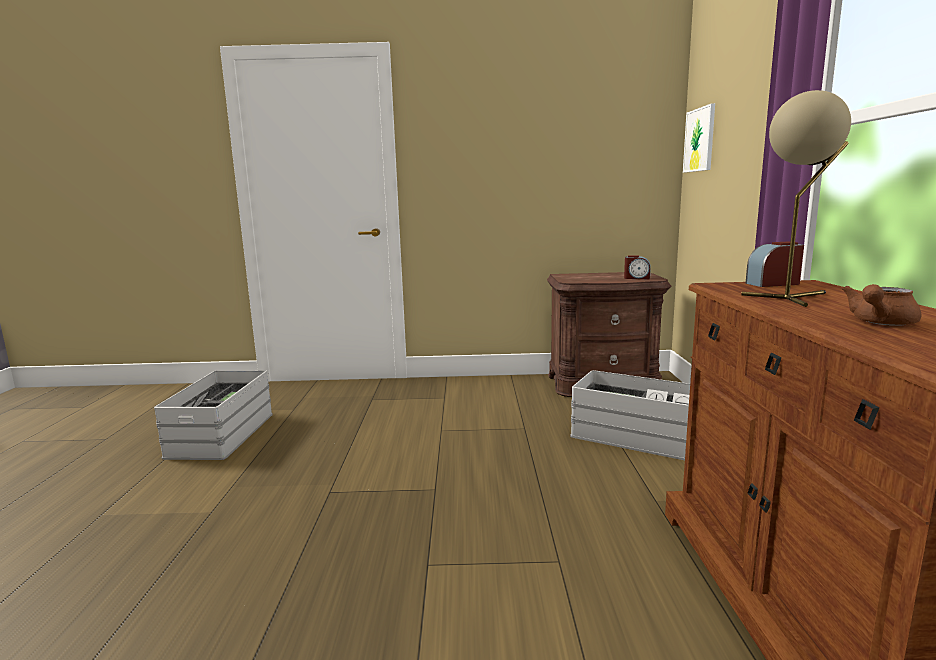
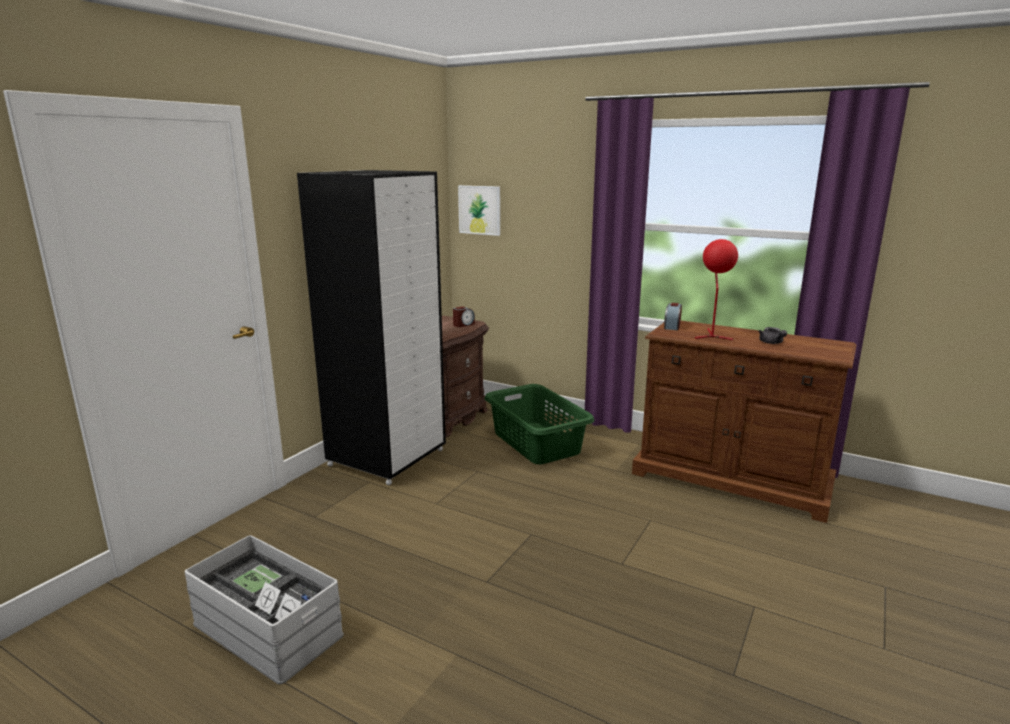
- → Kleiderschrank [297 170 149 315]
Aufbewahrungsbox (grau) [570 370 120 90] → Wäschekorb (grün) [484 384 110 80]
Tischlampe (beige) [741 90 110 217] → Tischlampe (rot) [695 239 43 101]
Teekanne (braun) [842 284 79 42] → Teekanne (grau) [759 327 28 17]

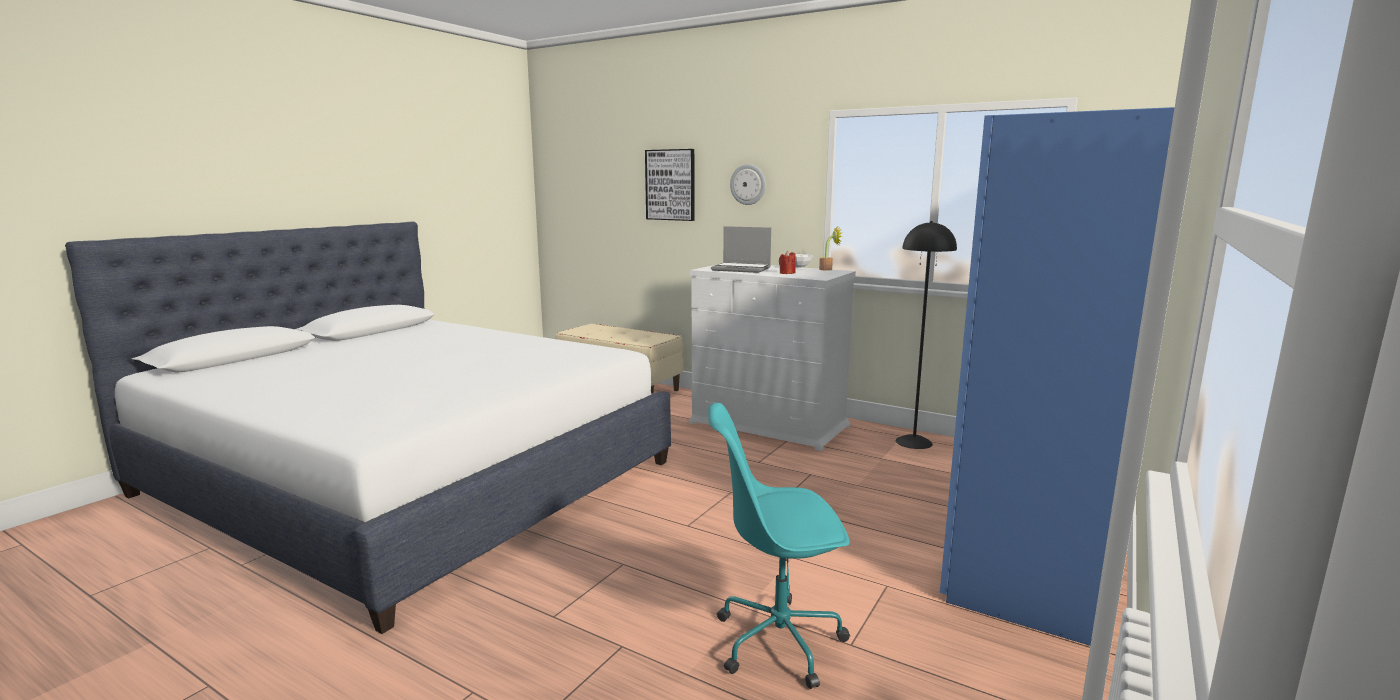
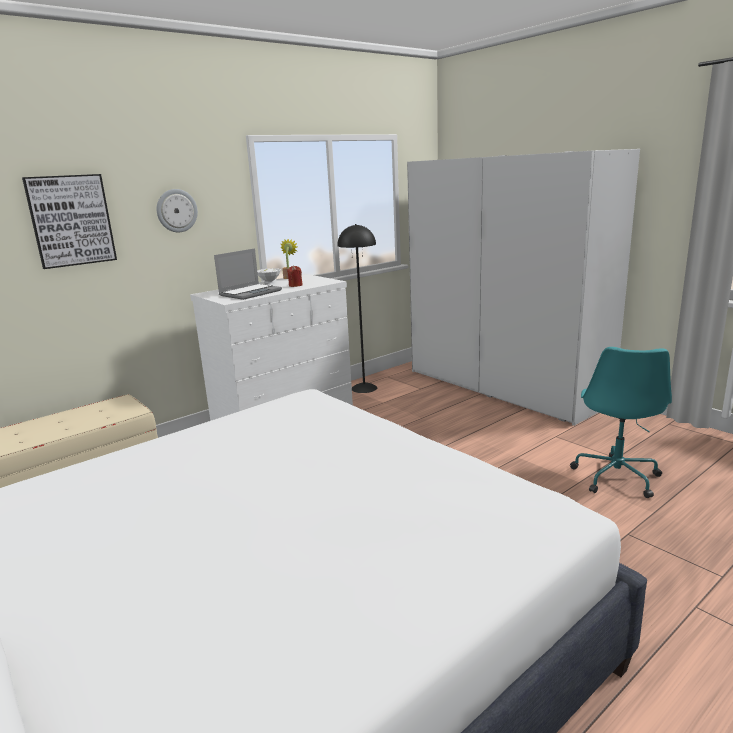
Kleiderschrank (blau) [940 107 235 539] → Kleiderschrank (weiß) [407 149 233 277]

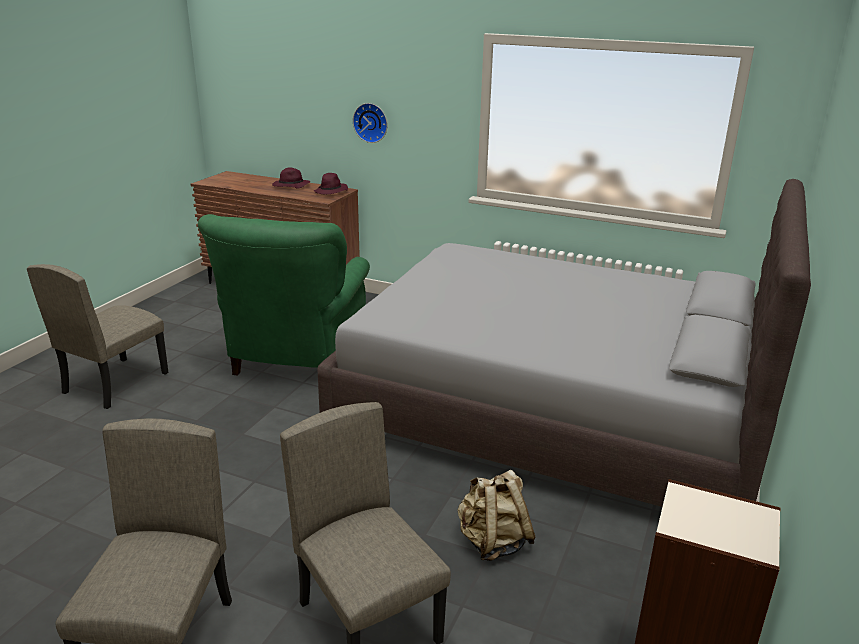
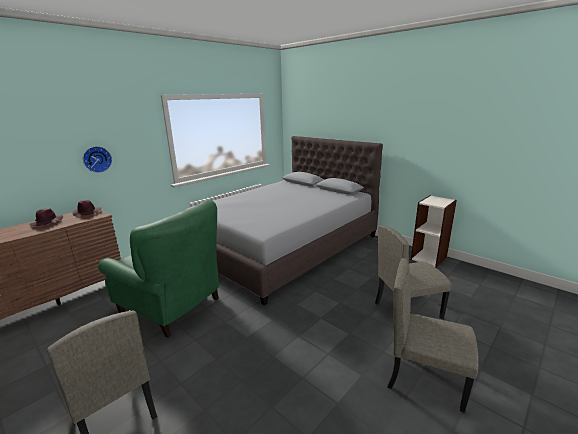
Rucksack (beige) [458 470 77 91] → -

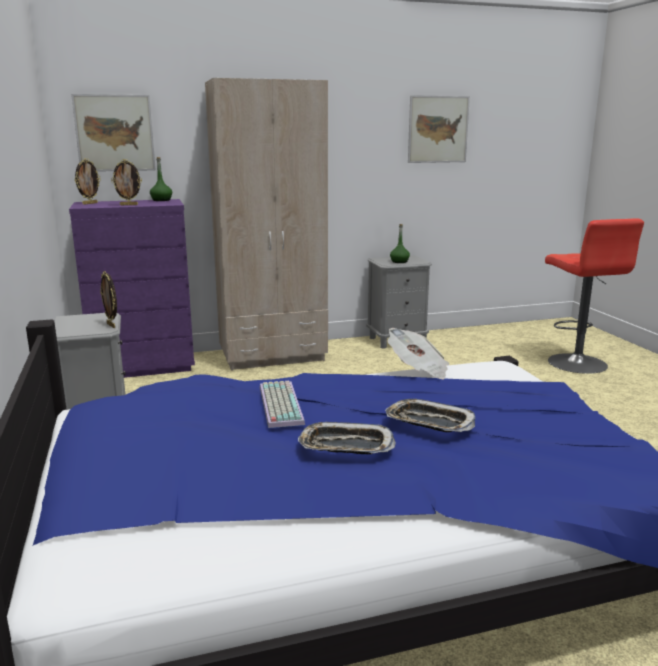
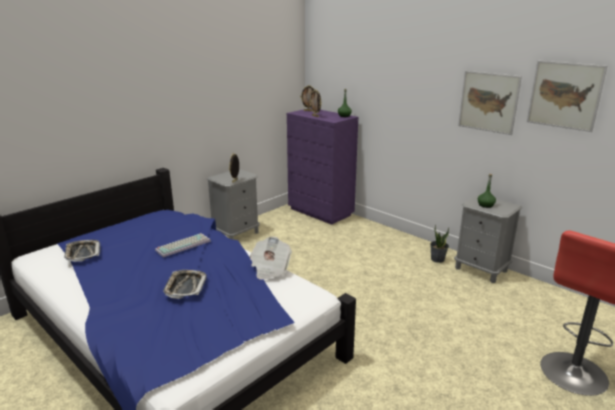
Kleiderschrank (beige) [205 78 123 293] → -
- → Topfpflanze [430 225 19 38]
Bild [71 94 85 78] → Bild [458 71 64 64], relocated
Tablett [298 422 98 32] → Tablett [64 240 36 22], relocated

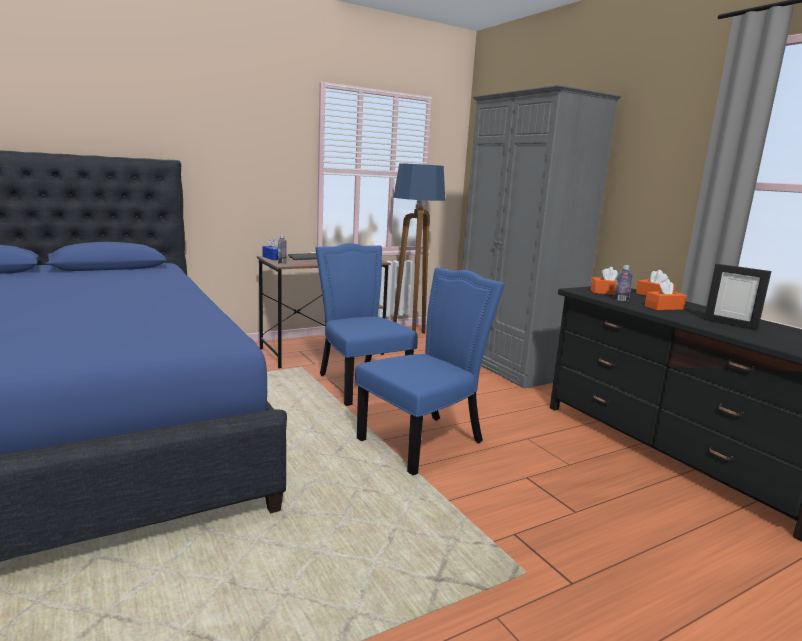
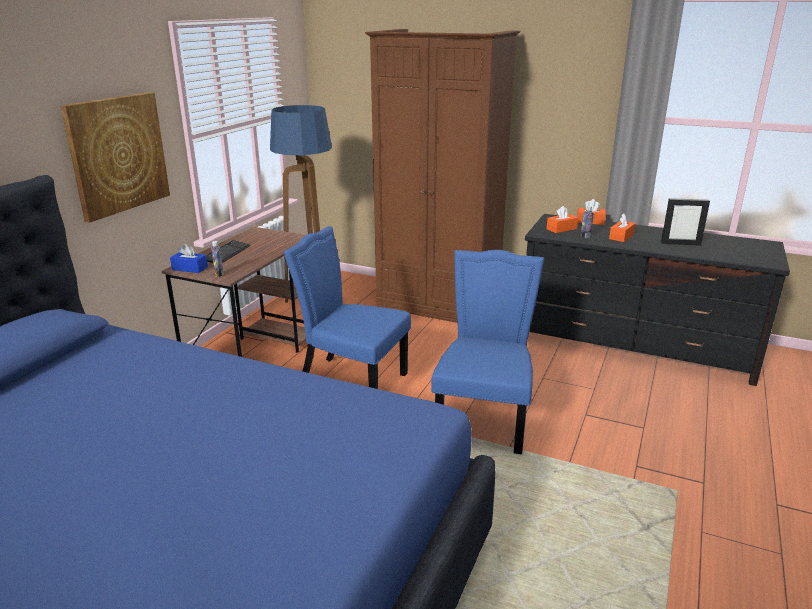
- → Bild [60 92 110 131]
Kleiderschrank (grau) [462 85 159 303] → Kleiderschrank (braun) [365 29 155 294]

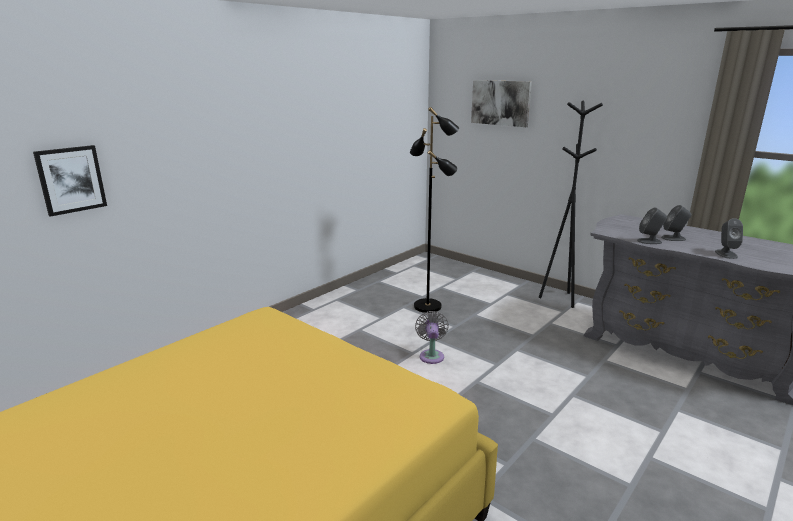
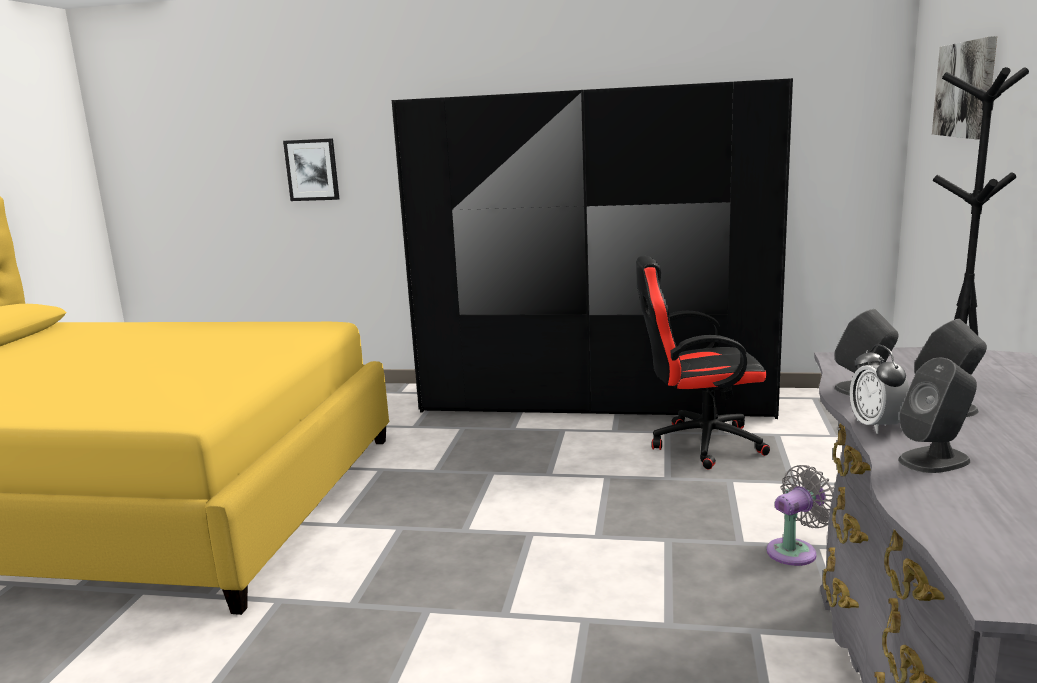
- → Kleiderschrank (schwarz) [392 78 401 341]
- → Wecker [850 344 59 90]
Ventilator (grau) [415 311 34 53] → Ventilator (grau) [767 465 67 101], relocated
Stehlampe (schwarz) [410 107 49 206] → Bürostuhl (schwarz) [636 255 134 214]

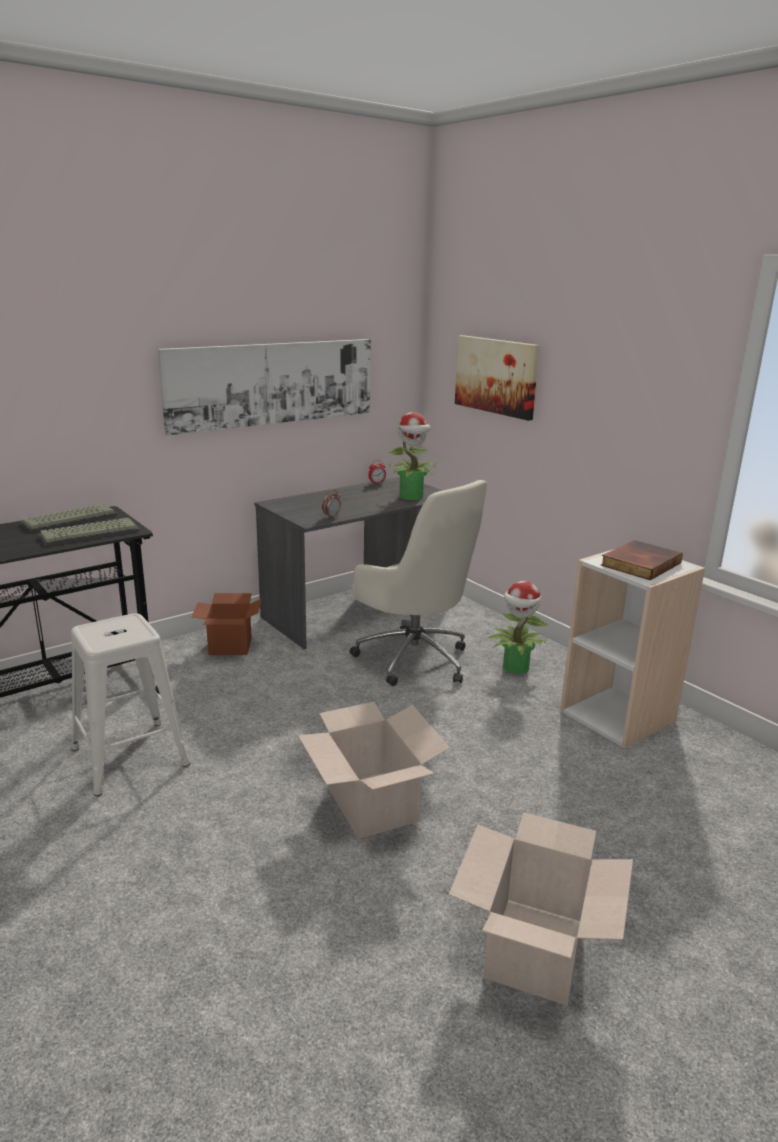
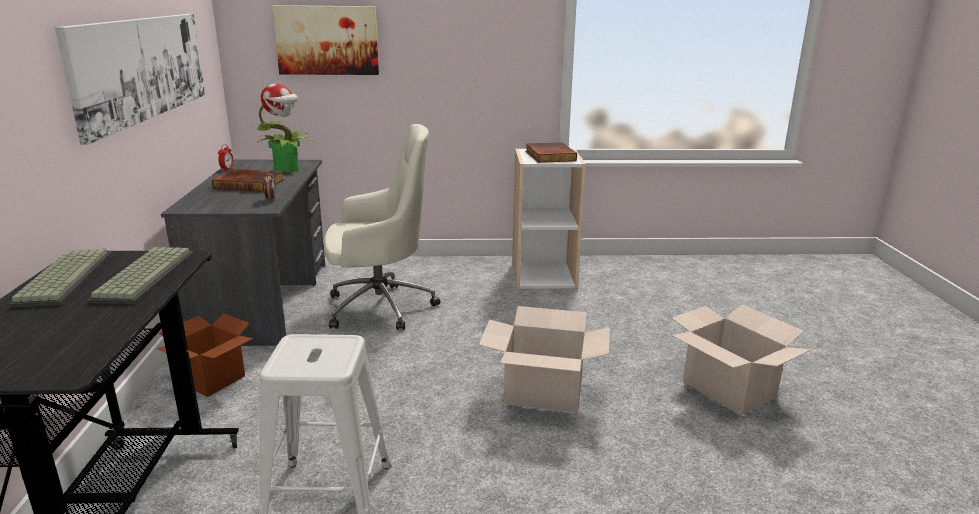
Topfpflanze [488 581 61 93] → -
- → Buch [212 169 72 23]

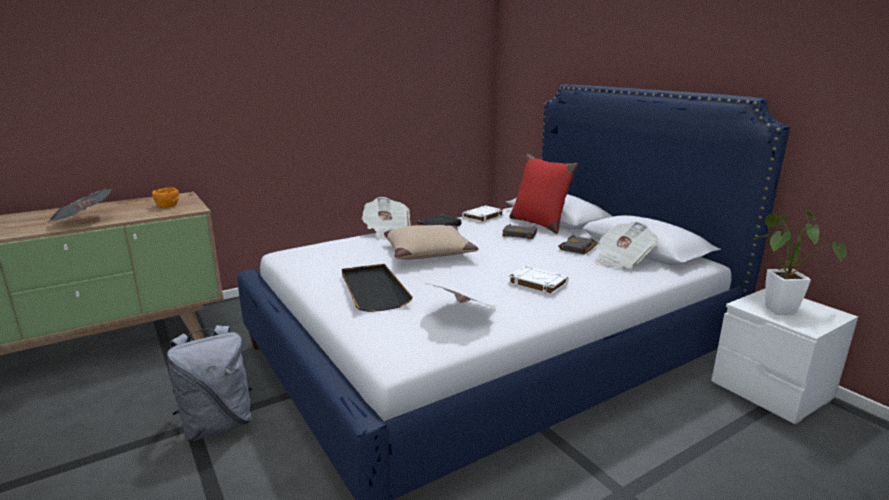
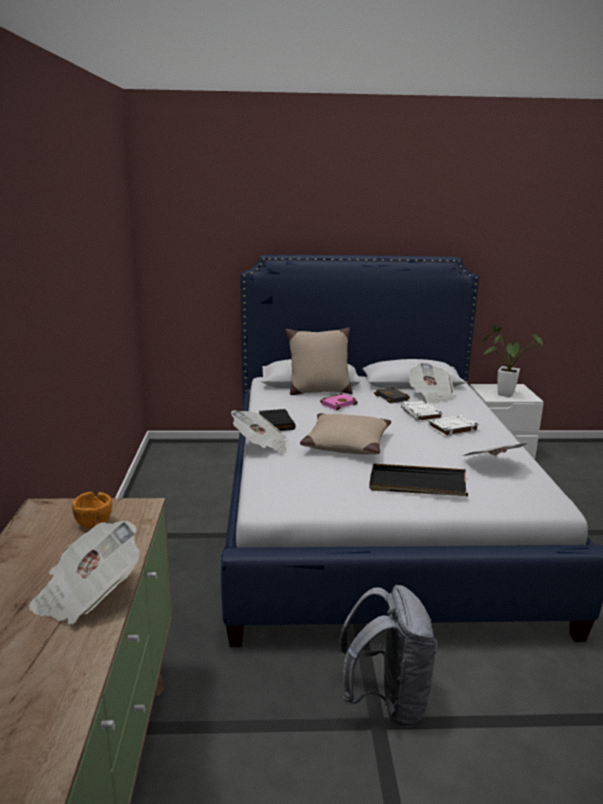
Buch (weiß) [462 206 42 17] → Buch (weiß) [401 401 42 21], relocated
Buch (schwarz) [502 224 35 16] → Buch (rosa) [320 393 38 17]
Kissen (rot) [510 154 68 80] → Kissen (beige) [285 327 68 68]

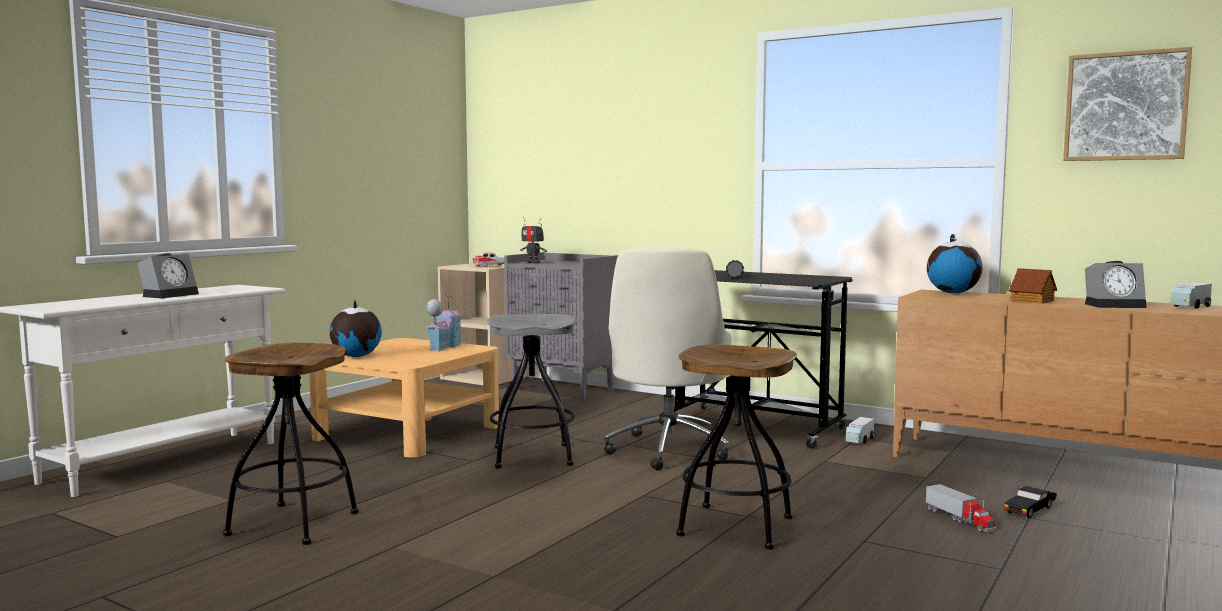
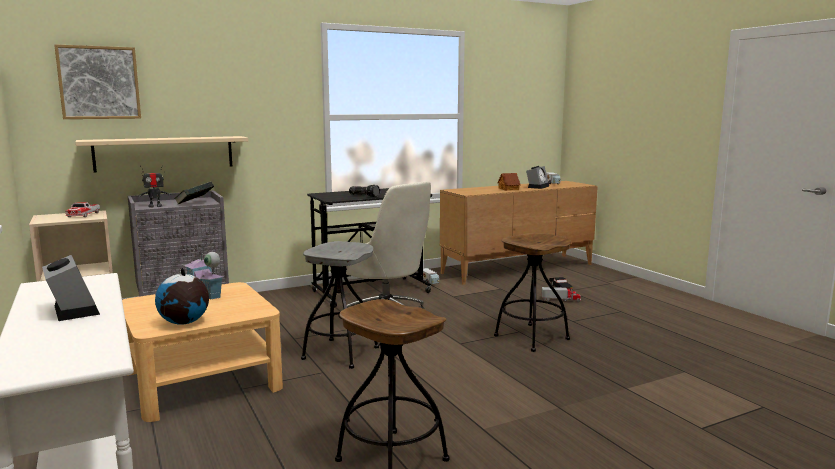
Globus [927 234 56 60] → -
- → Wandregal (beige) [76 136 172 37]
- → Buch [174 182 40 23]
Bild [1063 47 129 114] → Bild [54 44 87 75], relocated

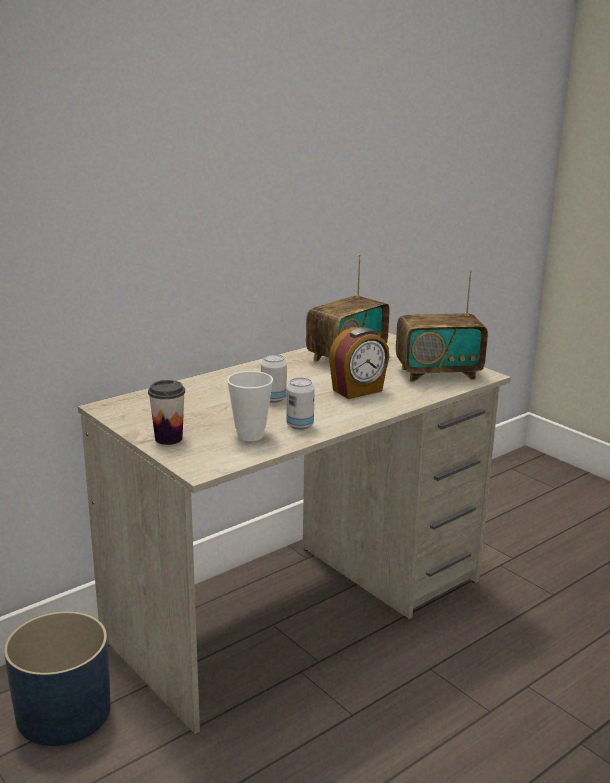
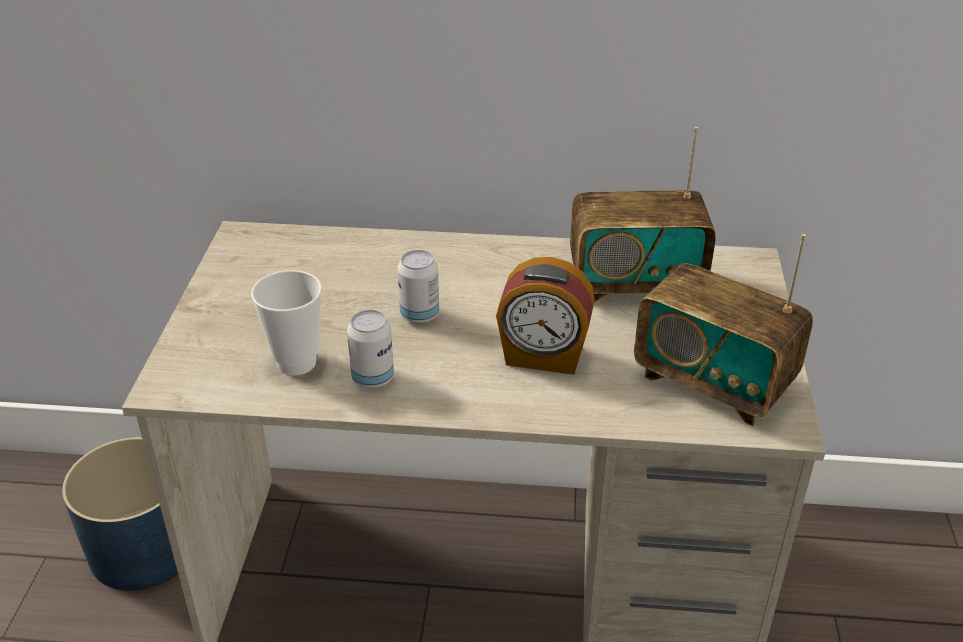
Tasse [148 380 37 65] → -

